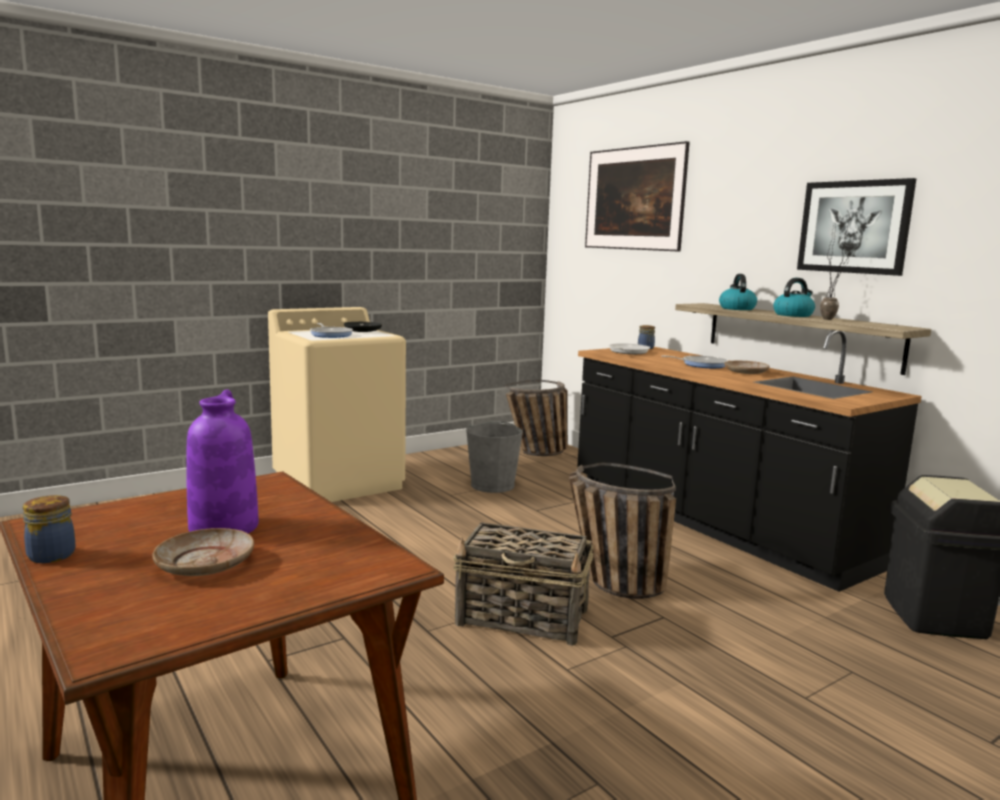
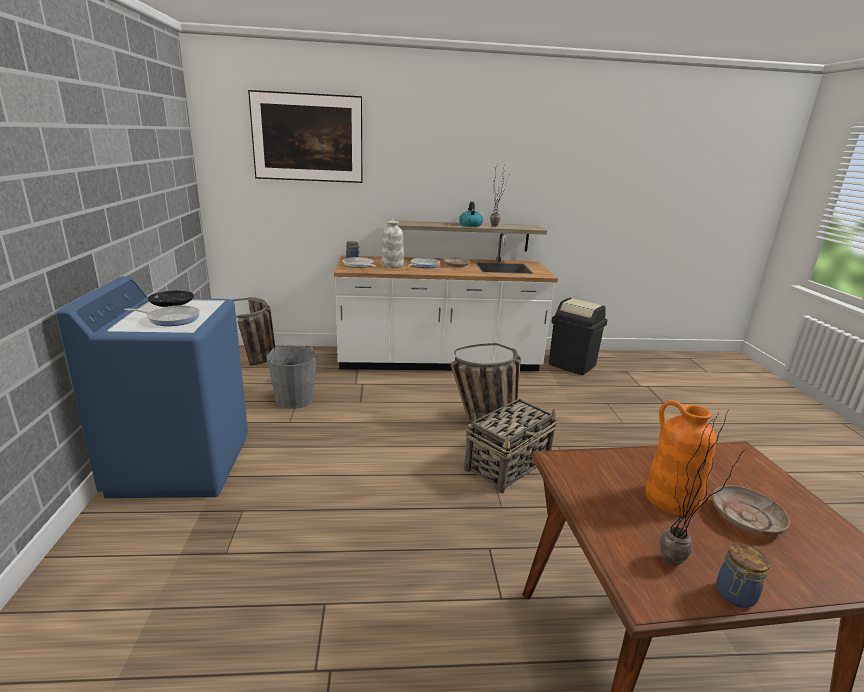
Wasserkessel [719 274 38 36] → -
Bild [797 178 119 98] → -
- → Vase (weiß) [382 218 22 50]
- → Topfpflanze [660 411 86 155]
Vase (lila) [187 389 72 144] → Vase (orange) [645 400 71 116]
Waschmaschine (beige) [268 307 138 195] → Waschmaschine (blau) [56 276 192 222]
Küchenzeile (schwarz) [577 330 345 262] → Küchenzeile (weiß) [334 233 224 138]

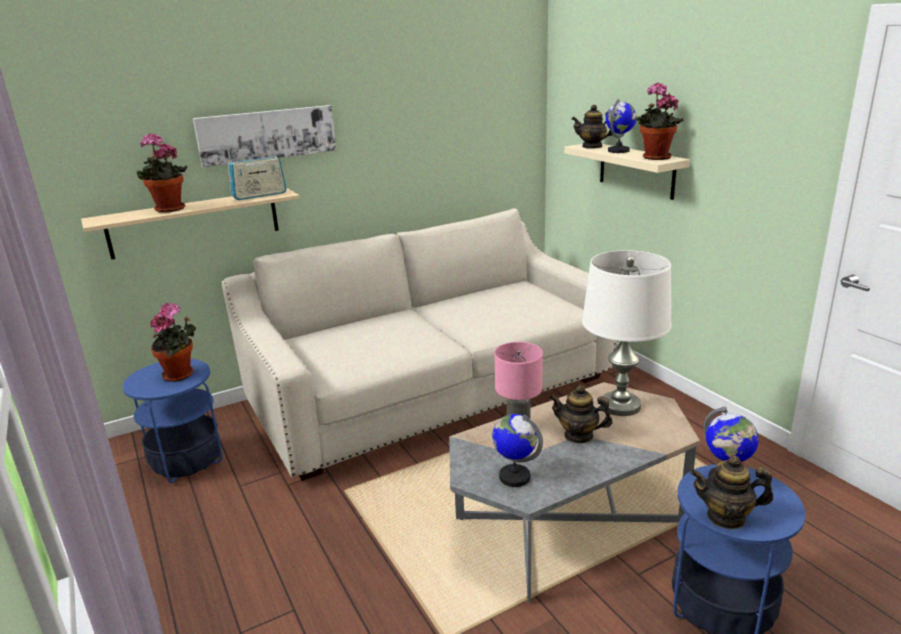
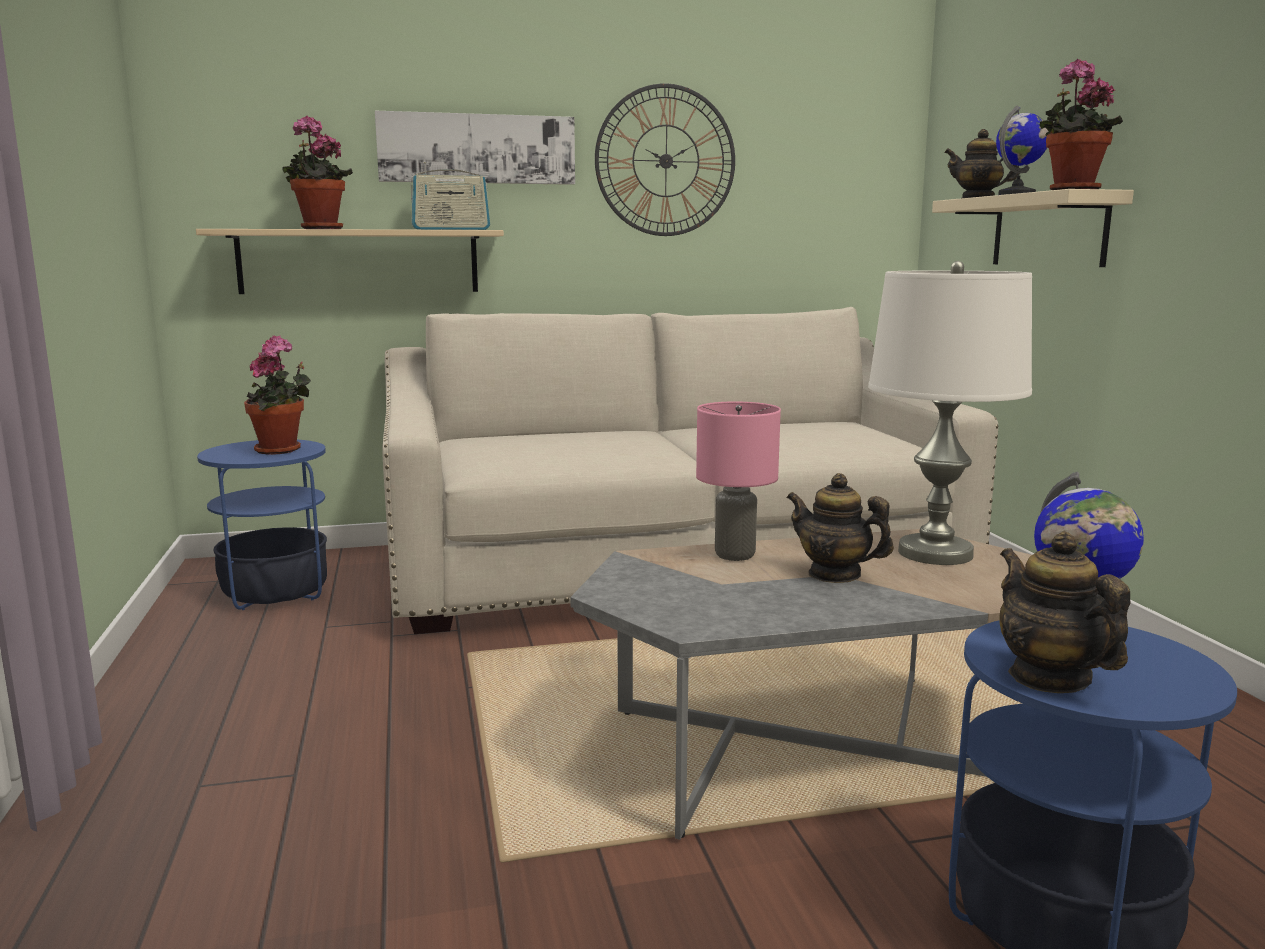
Globus [492 414 51 73] → -
- → Wanduhr [595 84 140 152]
Teekanne [690 456 83 73] → Teekanne [1000 531 131 162], 45 degrees clockwise

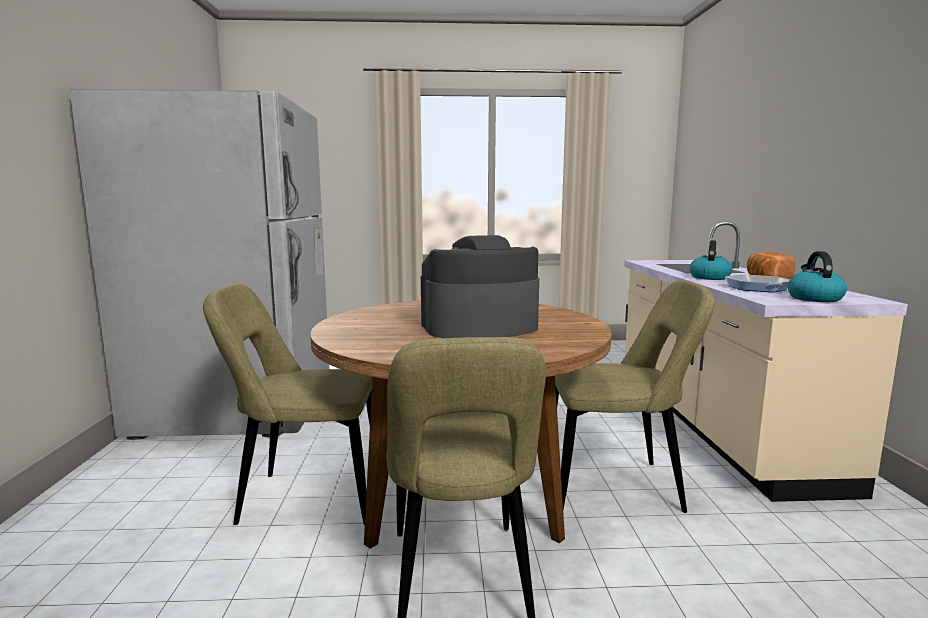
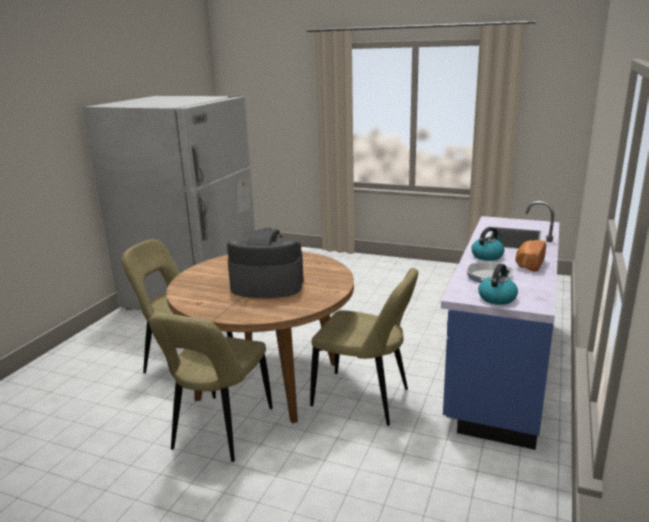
Küchenzeile (beige) [624 221 284 281] → Küchenzeile (blau) [441 201 119 249]

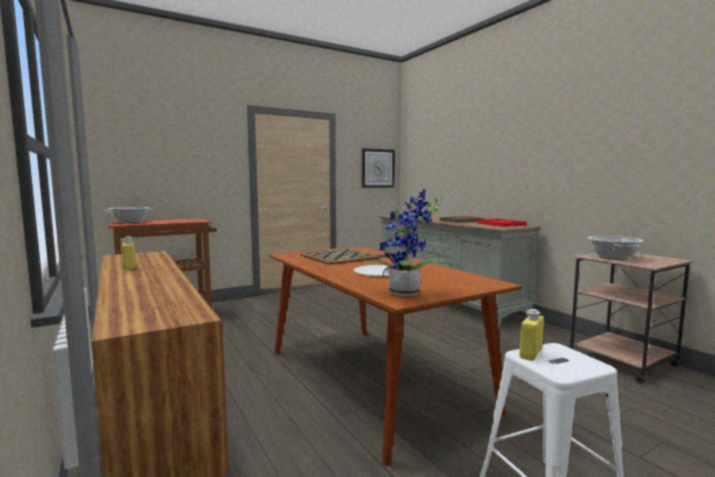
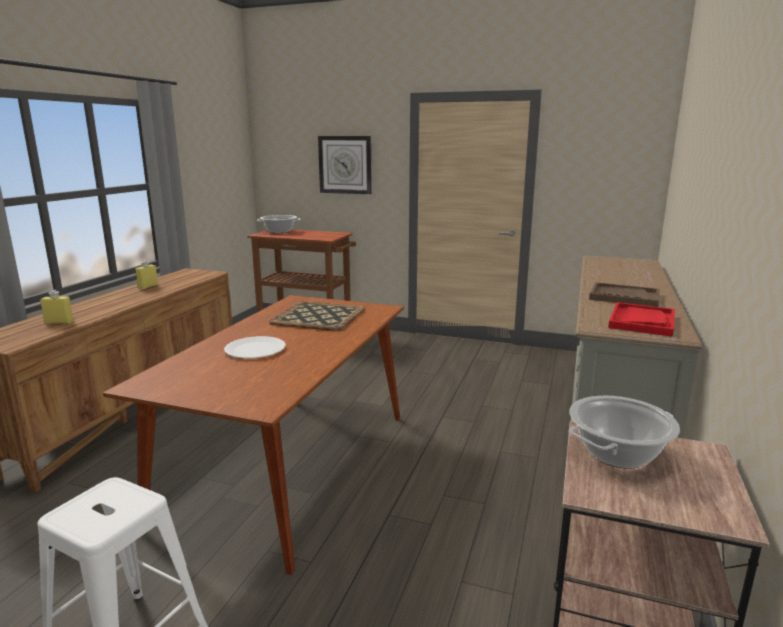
Topfpflanze [362 189 91 108] → -
Wanduhr [362 148 33 40] → Wanduhr [318 136 54 58], relocated
Flasche (gelb) [519 309 25 52] → Flasche (gelb) [40 290 34 34], relocated

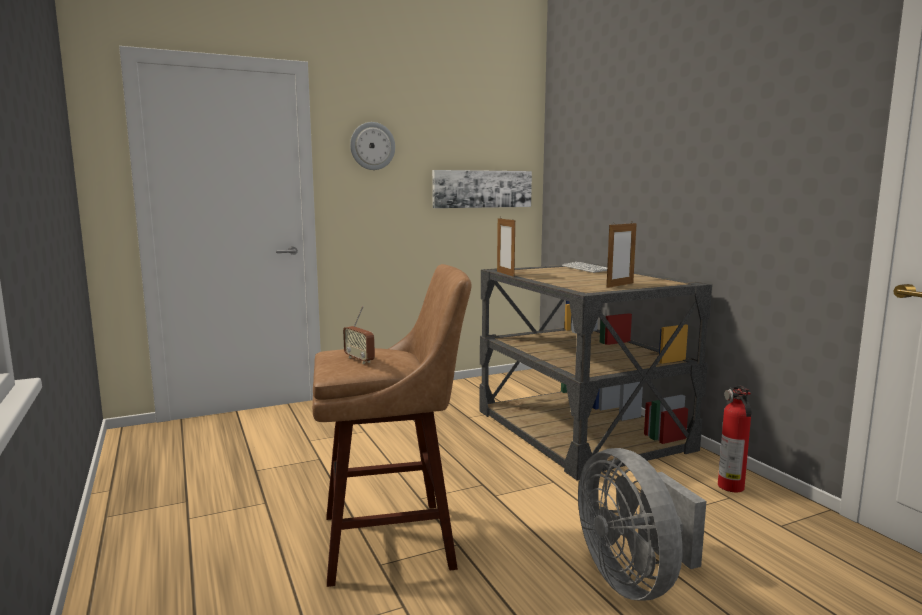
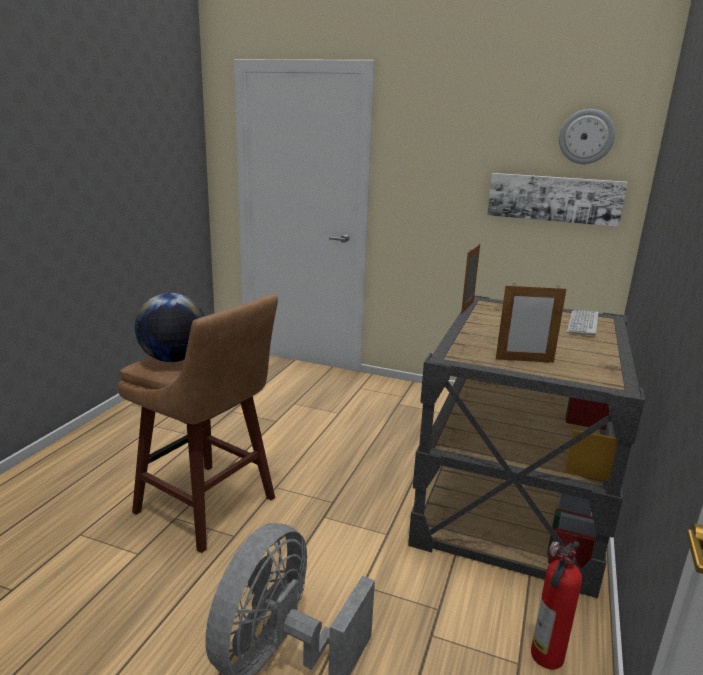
Wanduhr [350 122 45 48] → Wanduhr [559 109 56 55], relocated
Radio [343 306 32 58] → Globus [135 293 70 69]

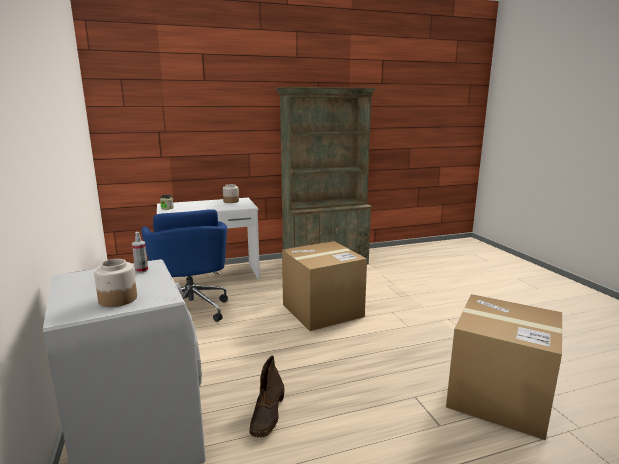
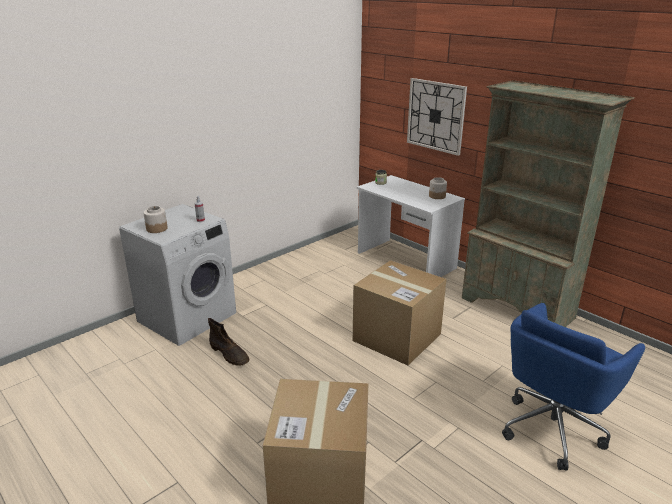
- → Wanduhr [407 78 60 78]
Bürostuhl (blau) [142 209 86 113] → Bürostuhl (blau) [502 303 143 168], relocated
Stiefel (braun) [249 356 36 82] → Stiefel (braun) [208 318 42 48], 120 degrees counterclockwise

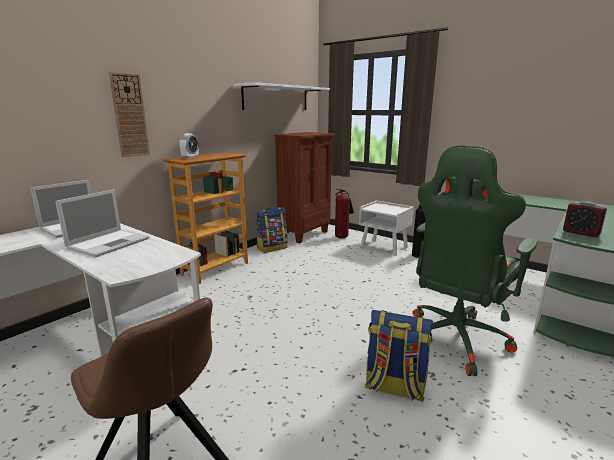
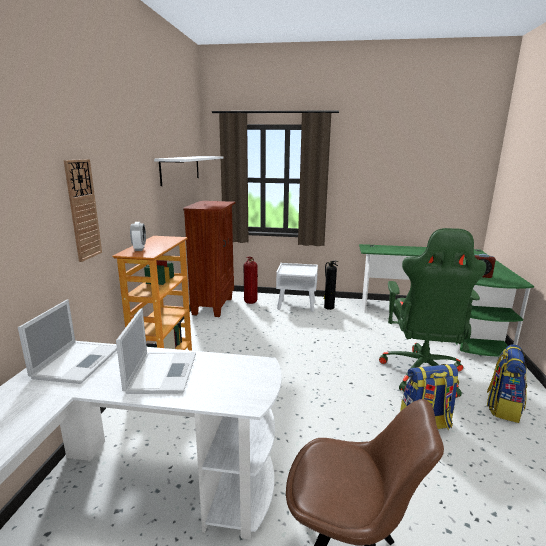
Rucksack [256 207 32 46] → Rucksack [487 344 40 79], relocated

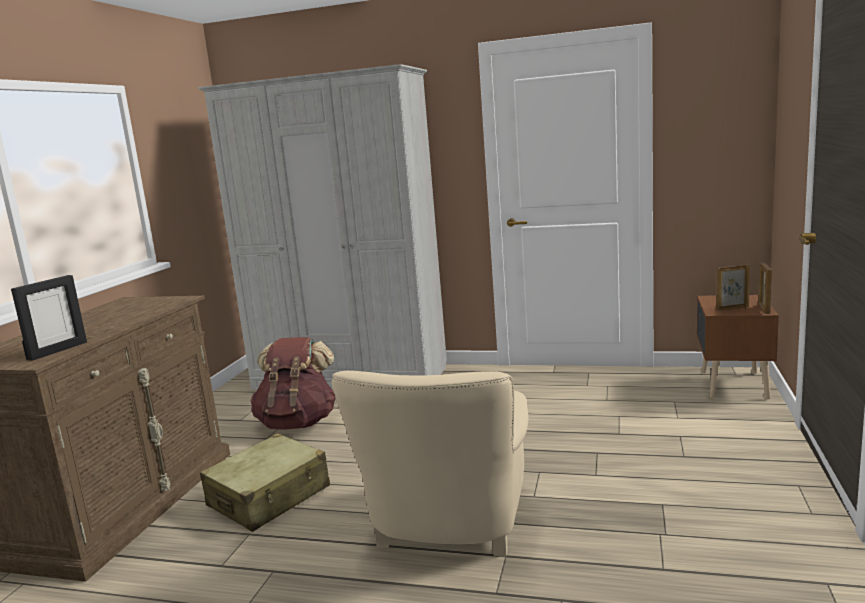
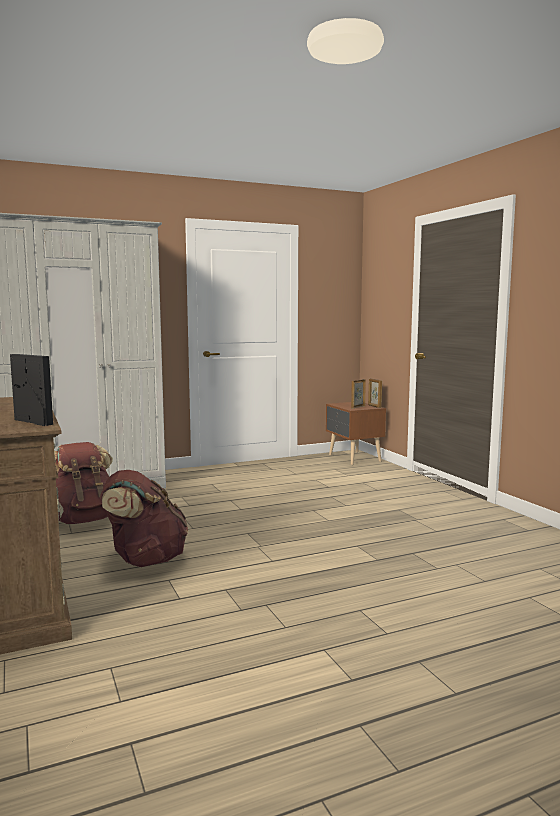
Sessel (beige) [331 371 198 186] → -
Koffer (beige) [200 433 130 99] → Rucksack (braun) [100 470 88 97]
Bilderrahmen [11 275 76 86] → Bilderrahmen [10 354 43 72], 45 degrees counterclockwise

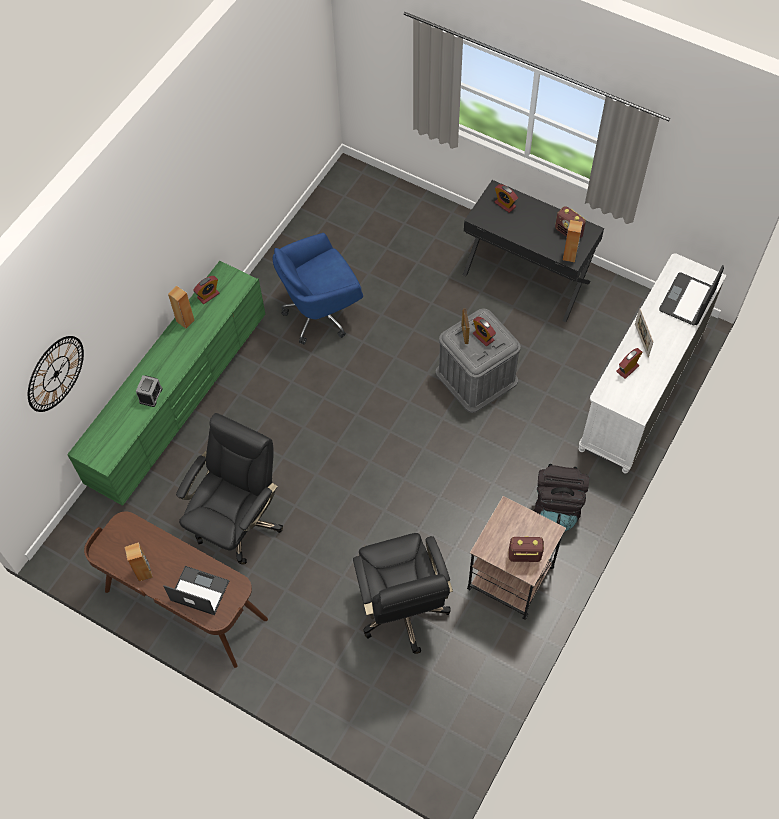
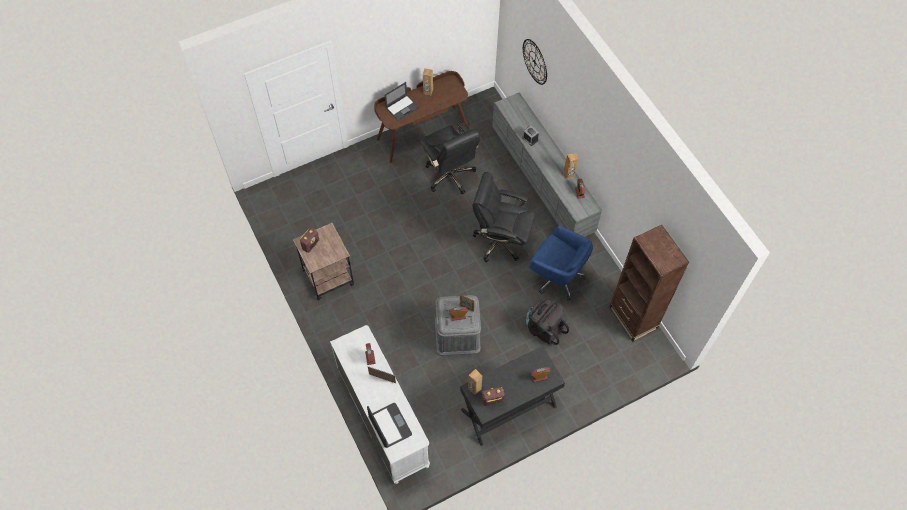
- → Bücherregal (braun) [609 225 80 117]
Bürostuhl (schwarz) [353 533 100 121] → Bürostuhl (schwarz) [472 172 63 90], relocated
Rucksack (schwarz) [533 464 56 67] → Rucksack (schwarz) [526 299 43 46], relocated
Schrank (grün) [67 261 198 245] → Schrank (grau) [492 92 110 145]
Bürostuhl (blau) [273 233 90 111] → Bürostuhl (blau) [529 226 64 75], 120 degrees clockwise

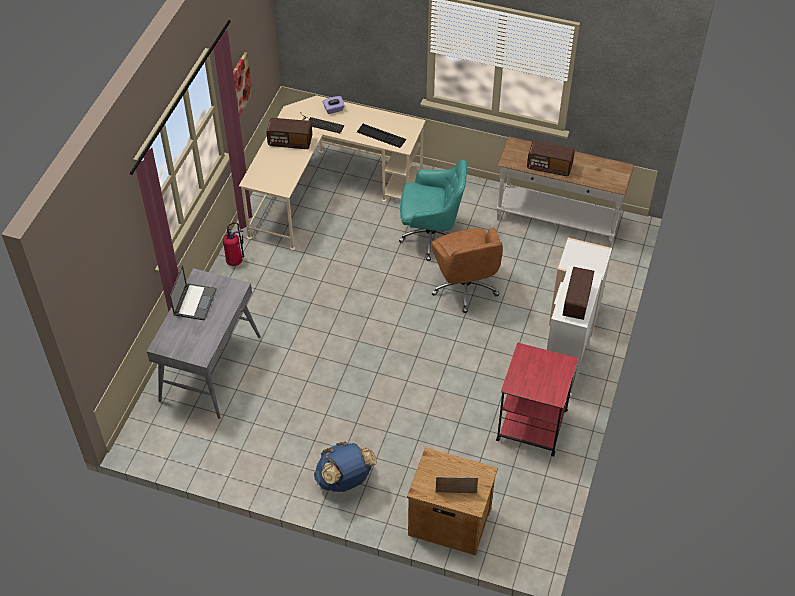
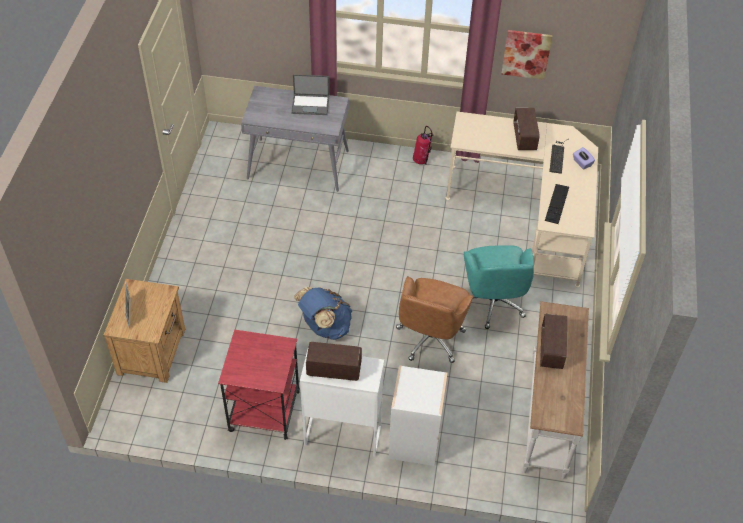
Rucksack (blau) [314 442 63 50] → Rucksack (blau) [294 287 58 53], relocated
Bürostuhl (braun) [431 227 72 86] → Bürostuhl (braun) [396 276 77 87], 45 degrees counterclockwise

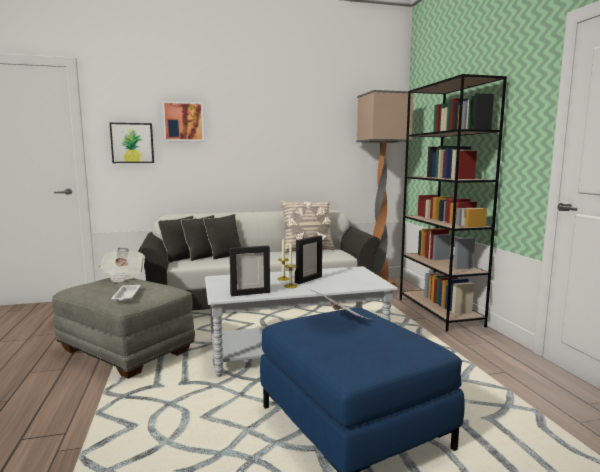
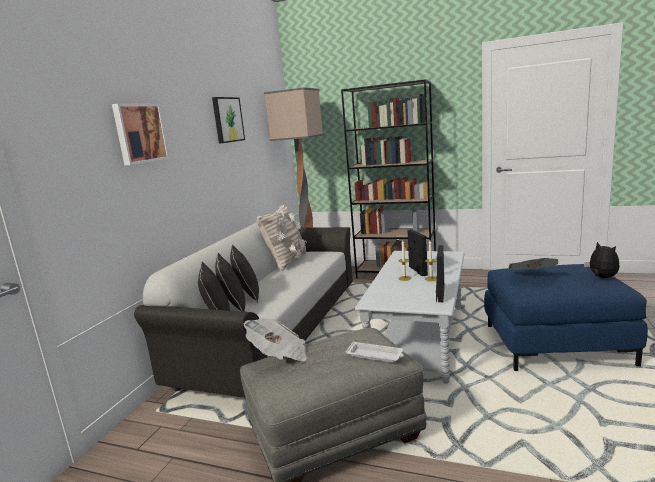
- → Plüschtier [584 242 36 36]
Bild [110 123 44 40] → Bild [212 97 33 47], relocated

